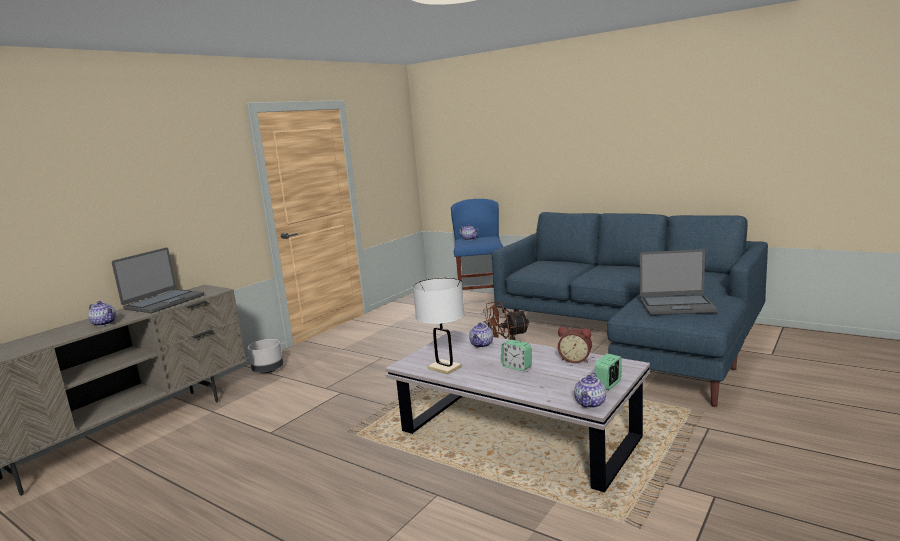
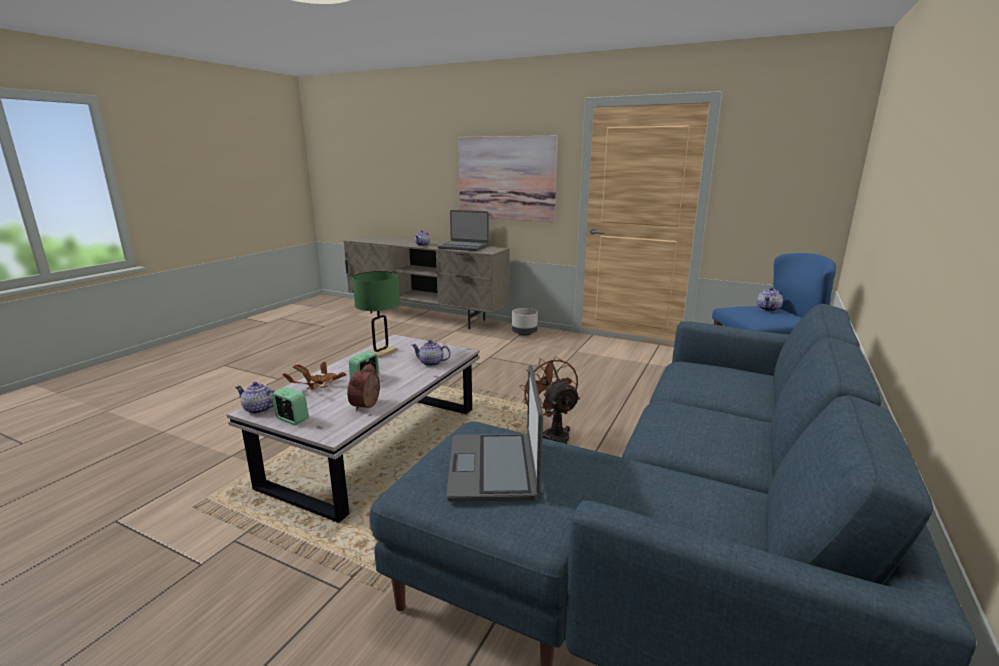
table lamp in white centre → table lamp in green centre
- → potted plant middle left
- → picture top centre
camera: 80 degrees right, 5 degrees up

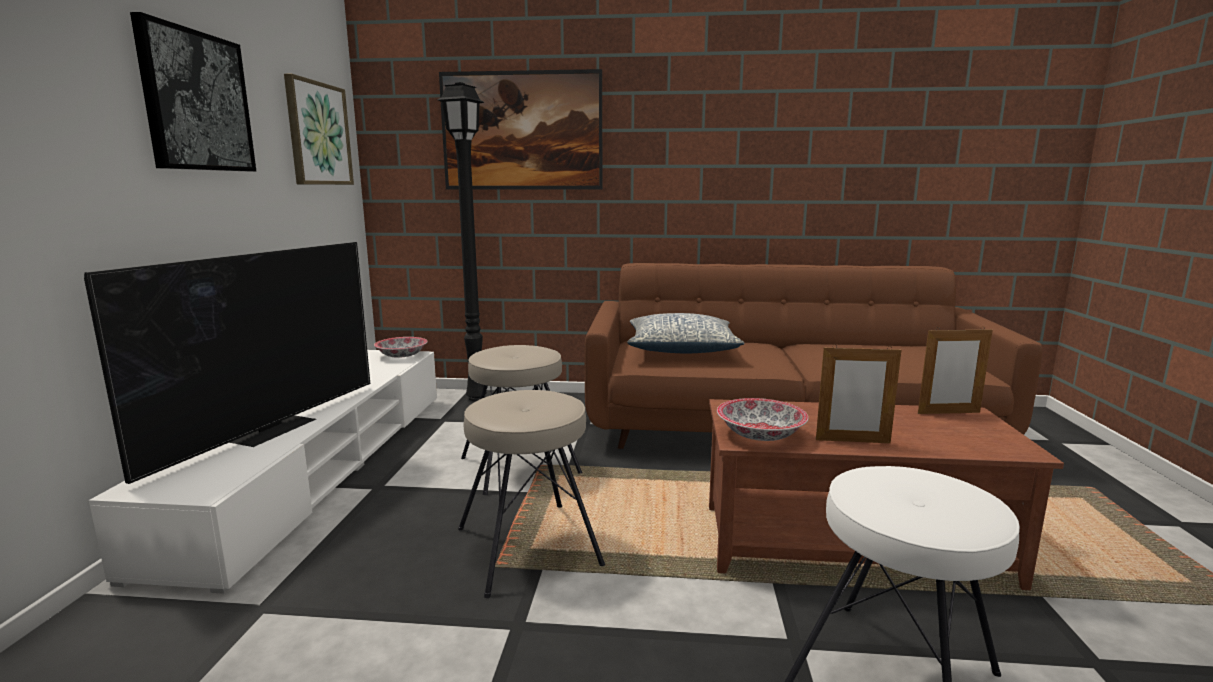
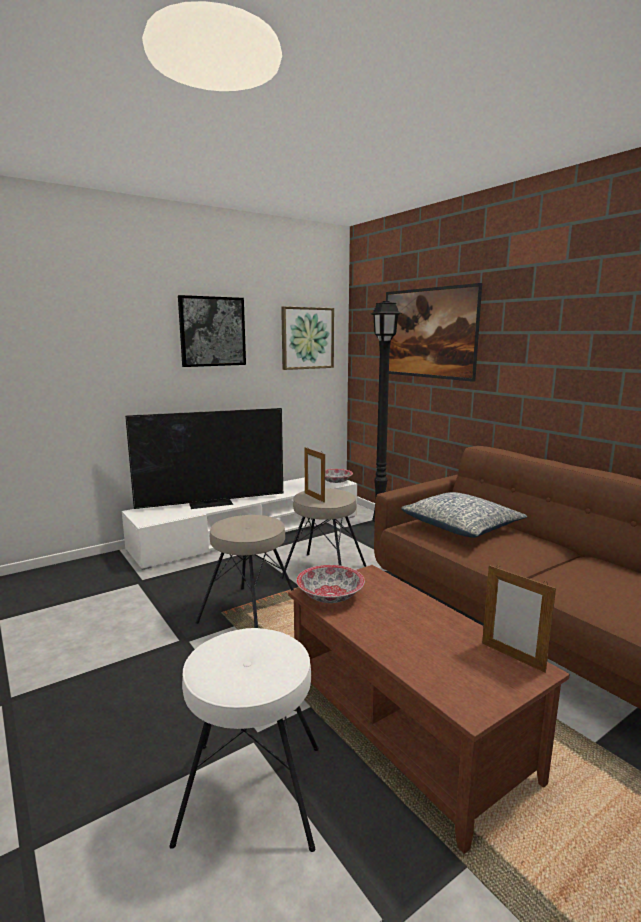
picture frame (no. 1 from left) middle right → picture frame (no. 1 from left) centre, relocated
camera: 50 degrees right, 0 degrees up

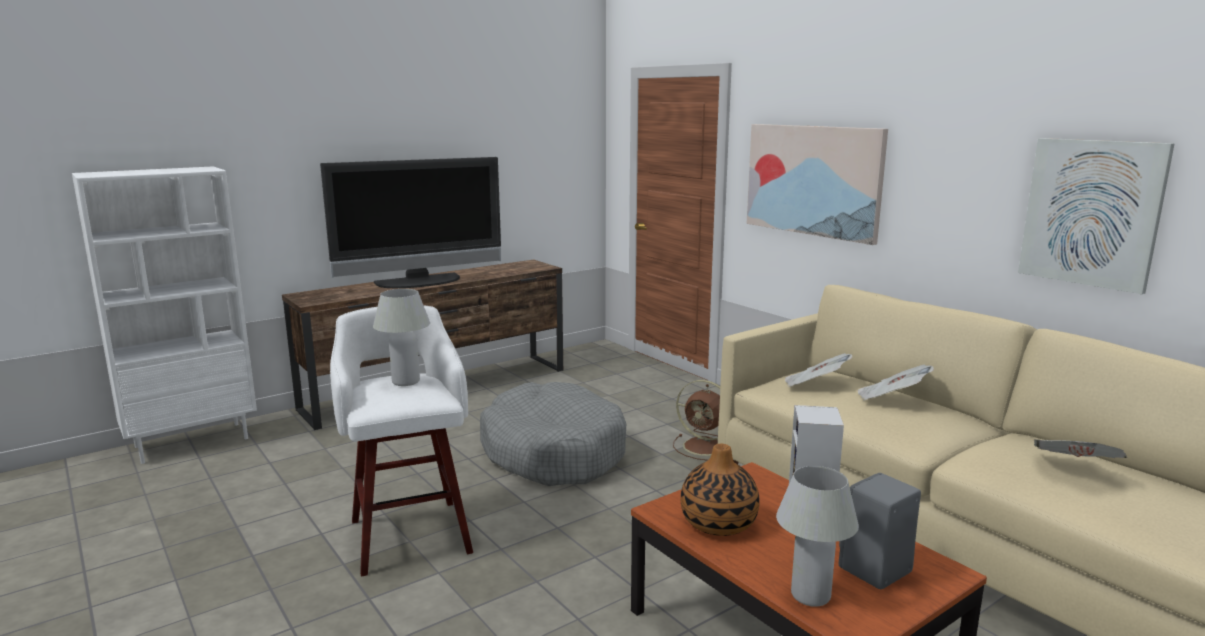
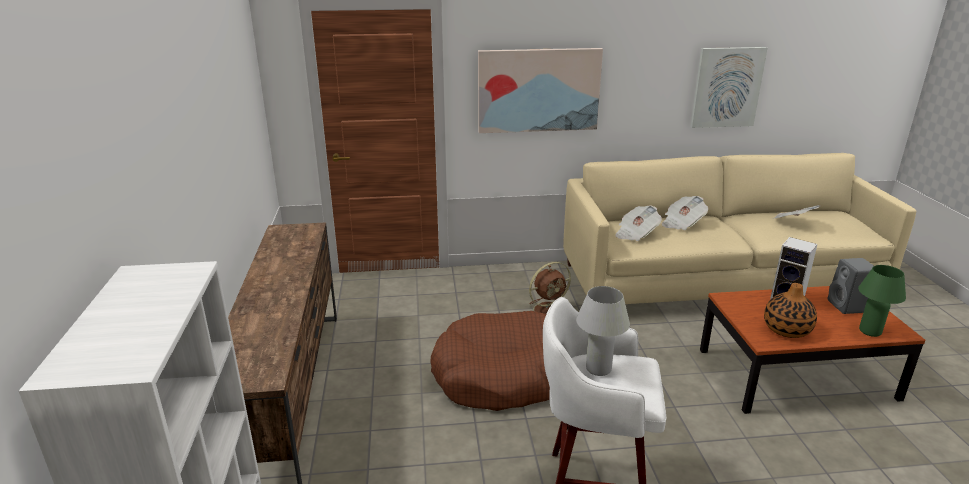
television centre → -
dog bed in grey bottom centre → dog bed in brown bottom centre
table lamp in white (no. 2 from left) bottom right → table lamp in green middle right
camera: 60 degrees left, 10 degrees up

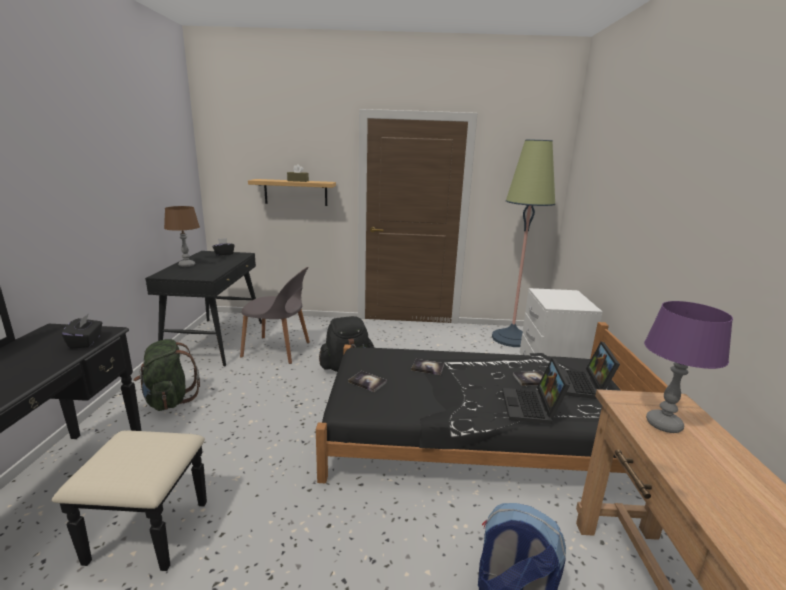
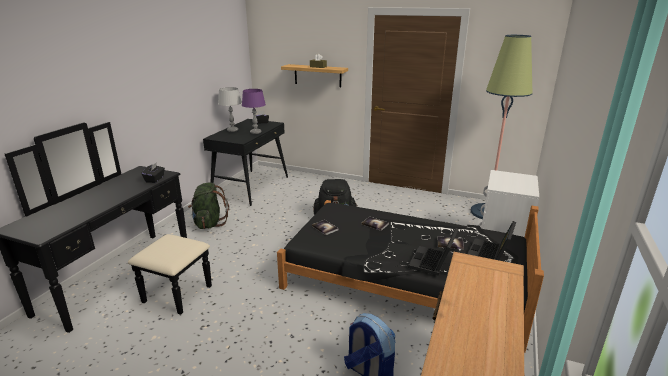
table lamp in brown middle left → table lamp in grey top centre
chair in grey centre → -
table lamp in purple middle right → table lamp in purple top centre, relocated
camera: 20 degrees right, 5 degrees up

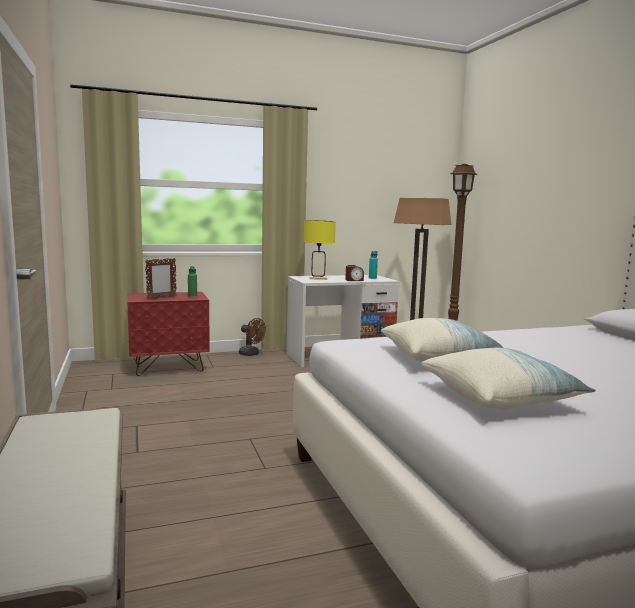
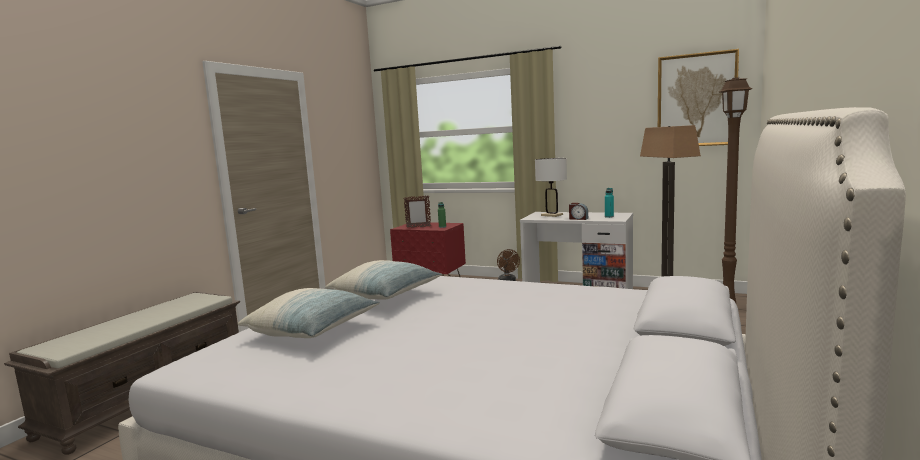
table lamp in yellow centre → table lamp in white centre
- → picture top right
camera: 45 degrees right, 0 degrees up

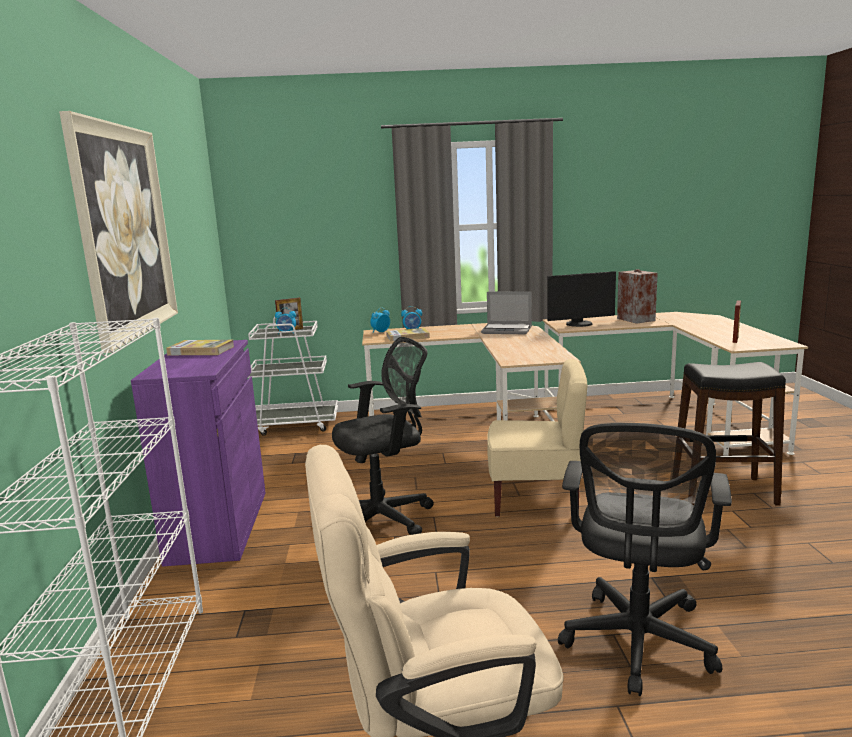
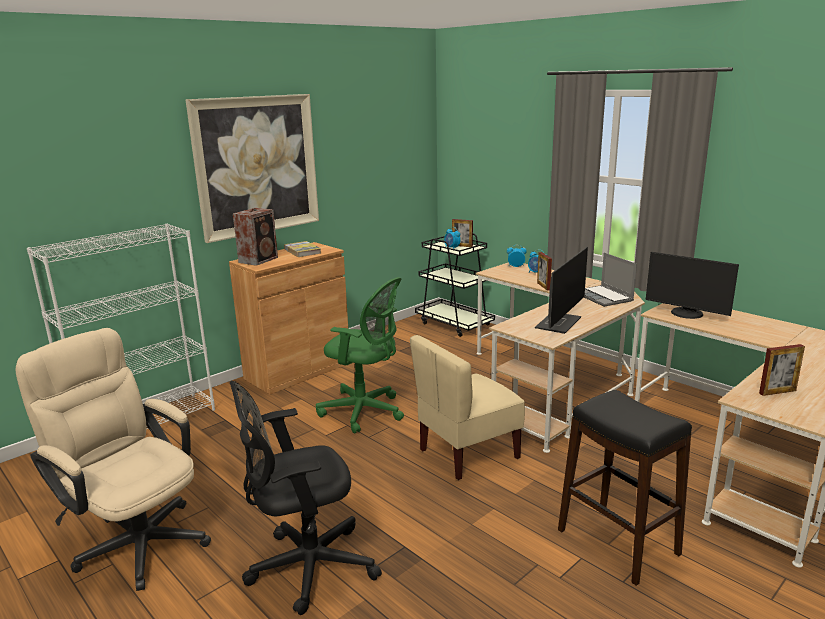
cabinet in purple middle left → cabinet in brown centre
cart in white centre → cart in black centre
office chair in black (no. 1 from left) centre → office chair in green centre
book (no. 2 from left) centre → -
chair in beige centre, 90 degrees clockwise
speaker middle right → speaker middle left, relocated
- → monitor (no. 1 from left) middle right
- → picture frame (no. 2 from left) centre
camera: 50 degrees right, 5 degrees up

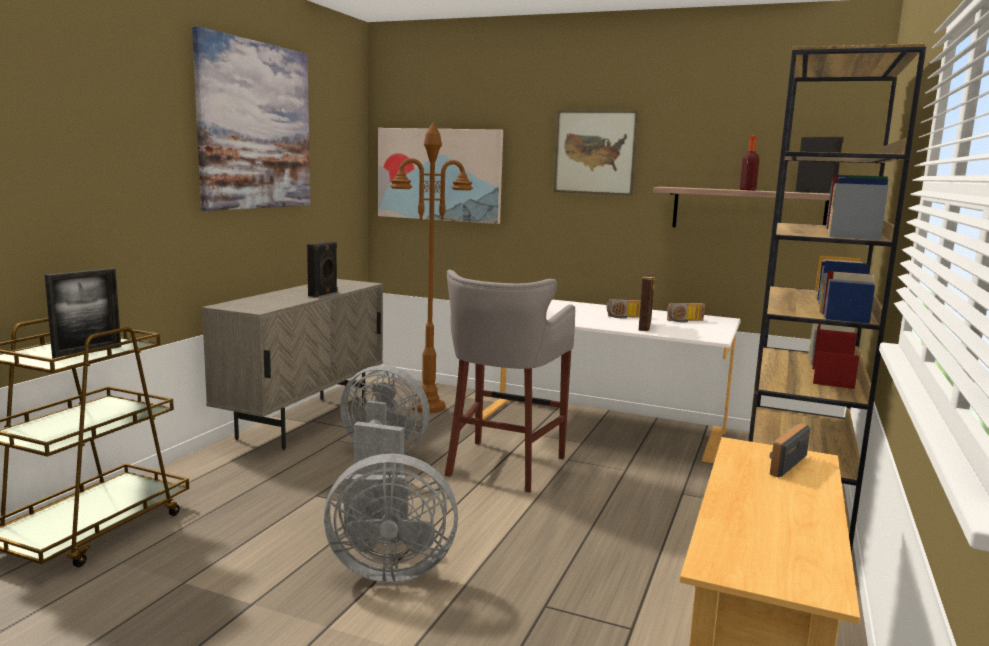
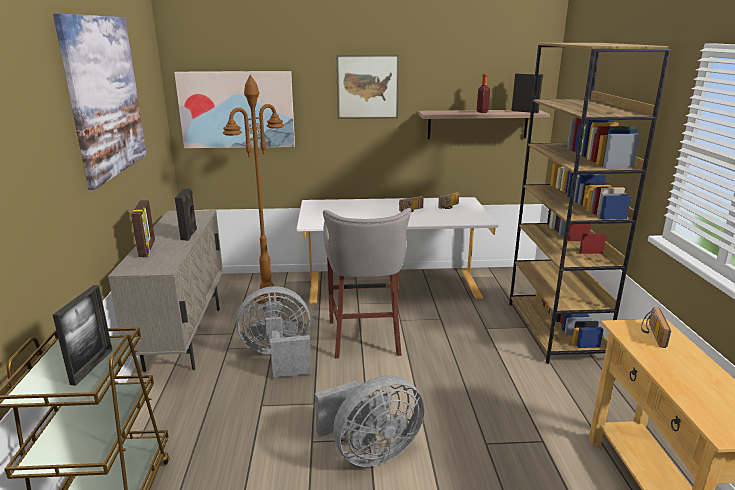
picture frame (no. 2 from left) centre → picture frame (no. 2 from left) middle left, relocated
camera: 25 degrees left, 10 degrees up

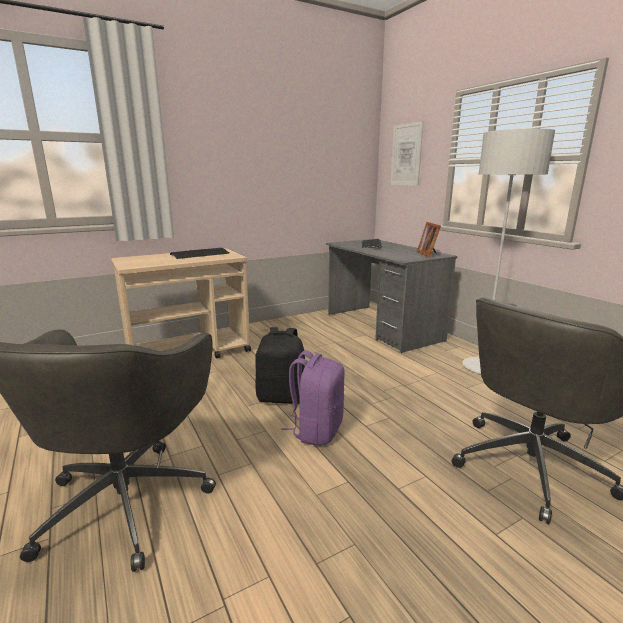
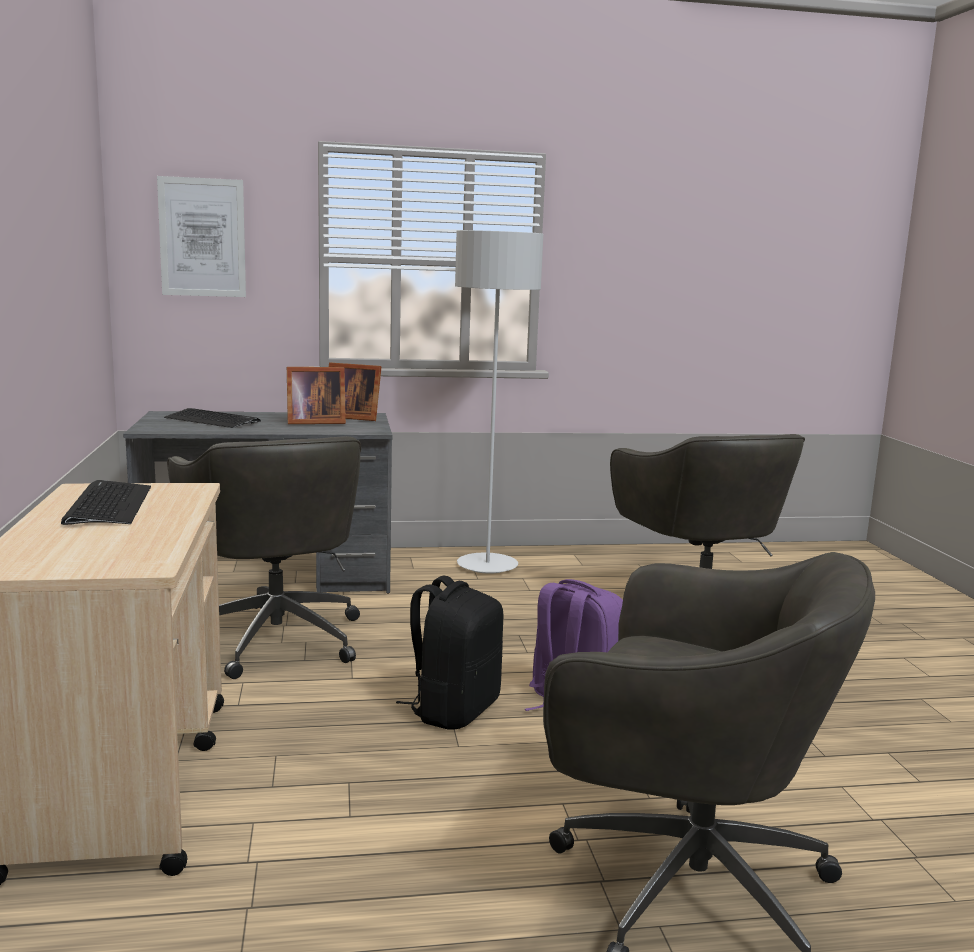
- → office chair in grey (no. 1 from left) middle left
- → picture frame (no. 1 from left) middle left
camera: 70 degrees left, 5 degrees down

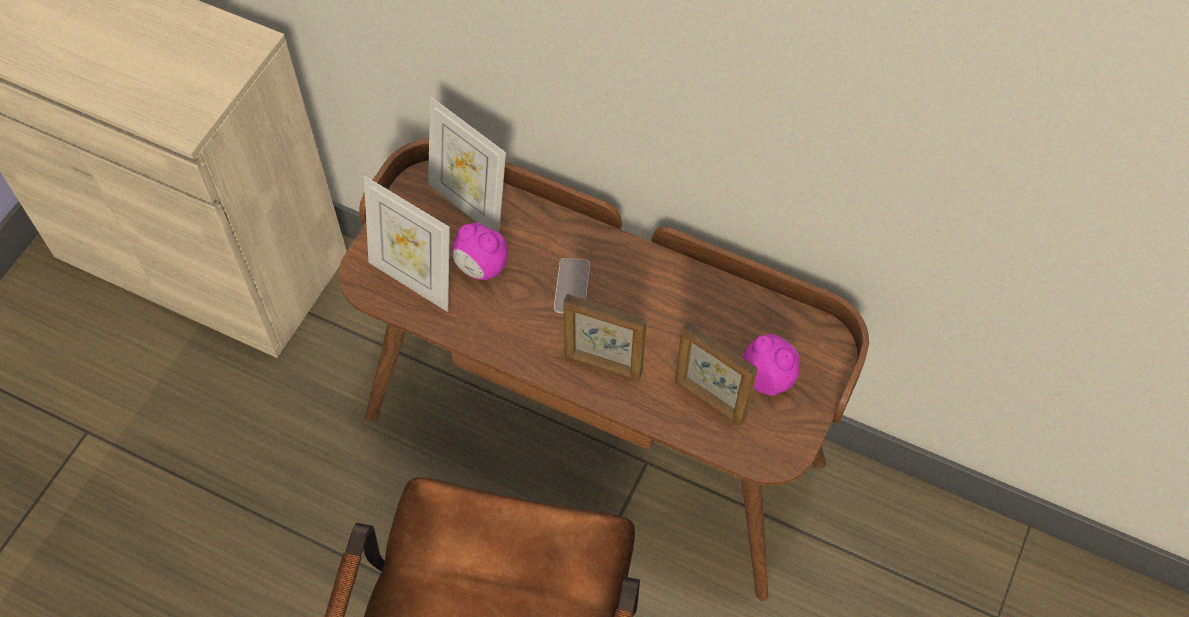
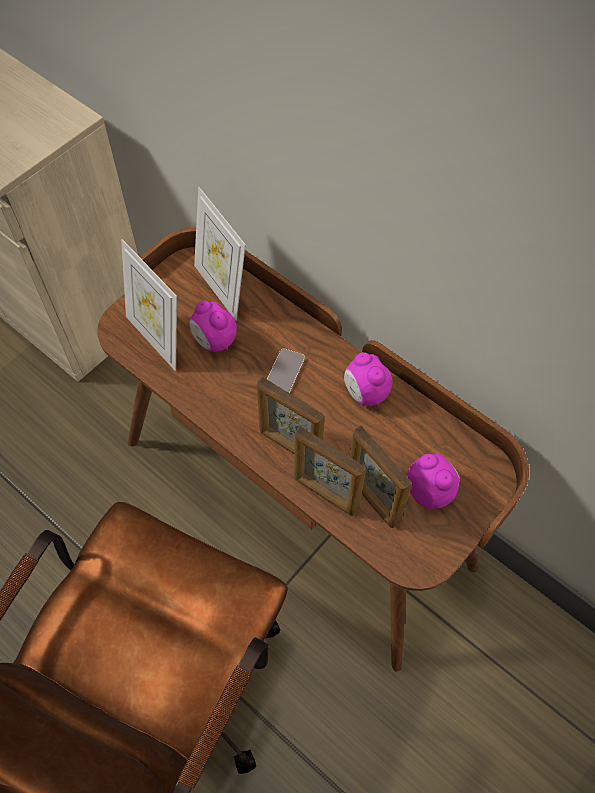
- → picture frame (no. 4 from left) centre
- → alarm clock (no. 2 from left) centre
camera: 15 degrees right, 0 degrees up

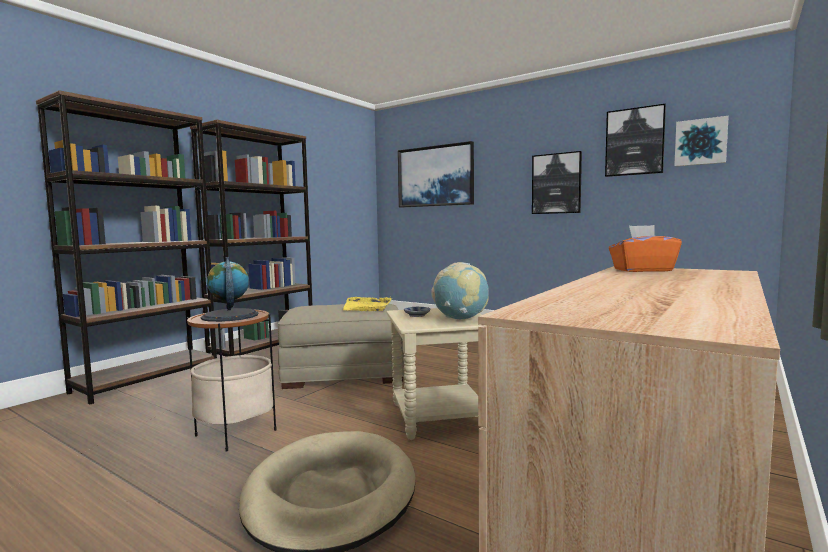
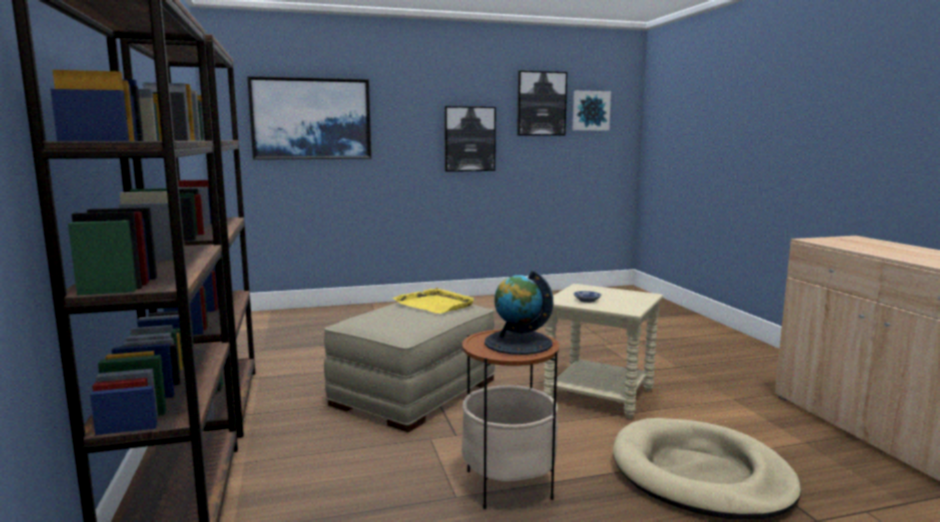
globe (no. 2 from left) centre → -
tissue box in orange middle right → -
camera: 50 degrees left, 5 degrees up

